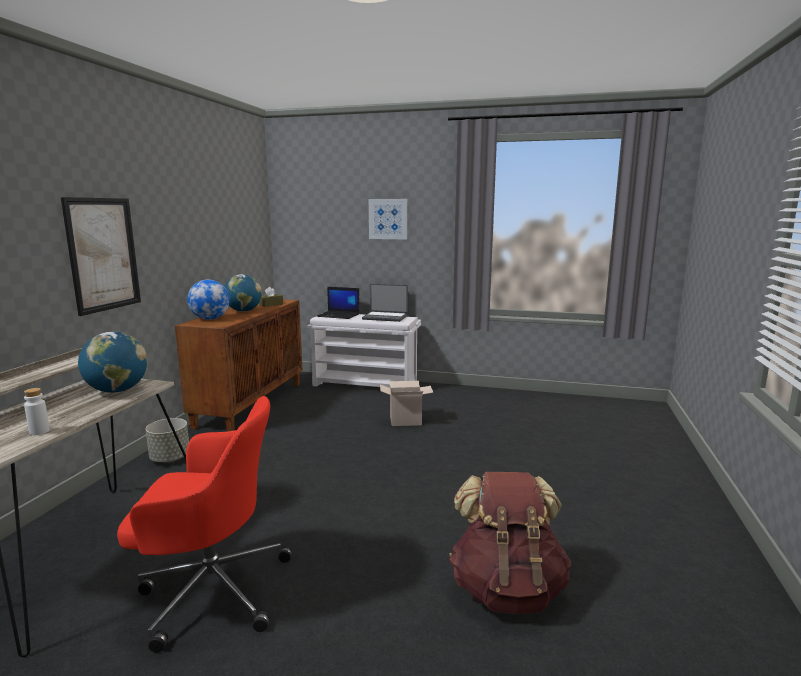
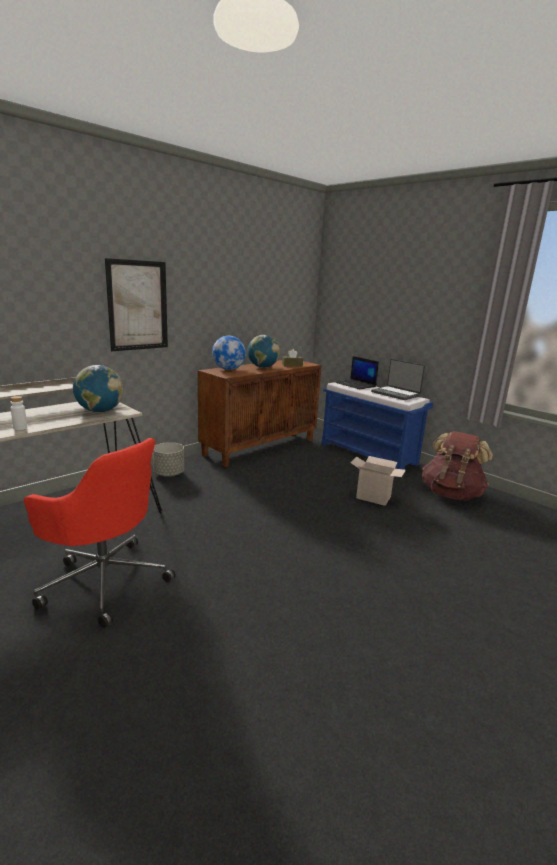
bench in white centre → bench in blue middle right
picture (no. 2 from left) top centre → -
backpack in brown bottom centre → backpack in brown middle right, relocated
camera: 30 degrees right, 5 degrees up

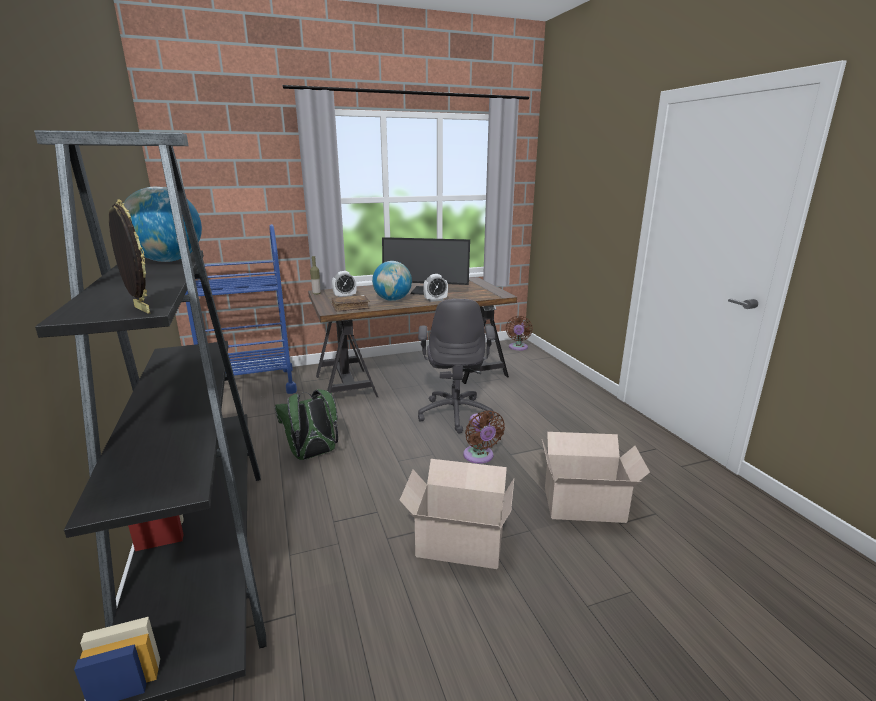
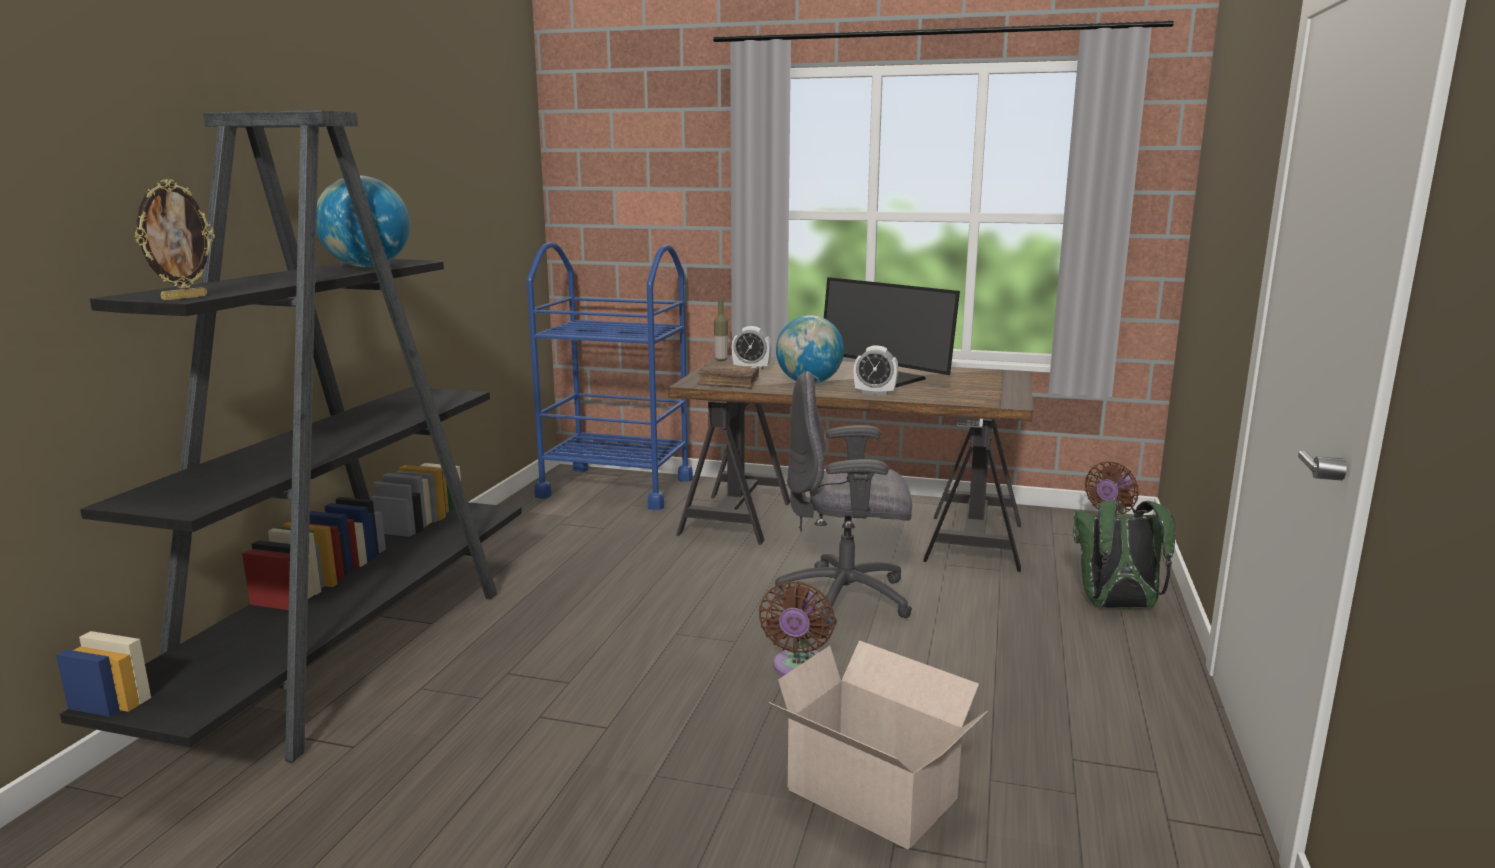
picture frame middle left → picture frame top left, 45 degrees clockwise
backpack in green centre → backpack in green middle right, relocated
cardboard box (no. 1 from left) bottom centre → -
office chair in grey centre, 60 degrees clockwise
camera: 35 degrees right, 5 degrees down

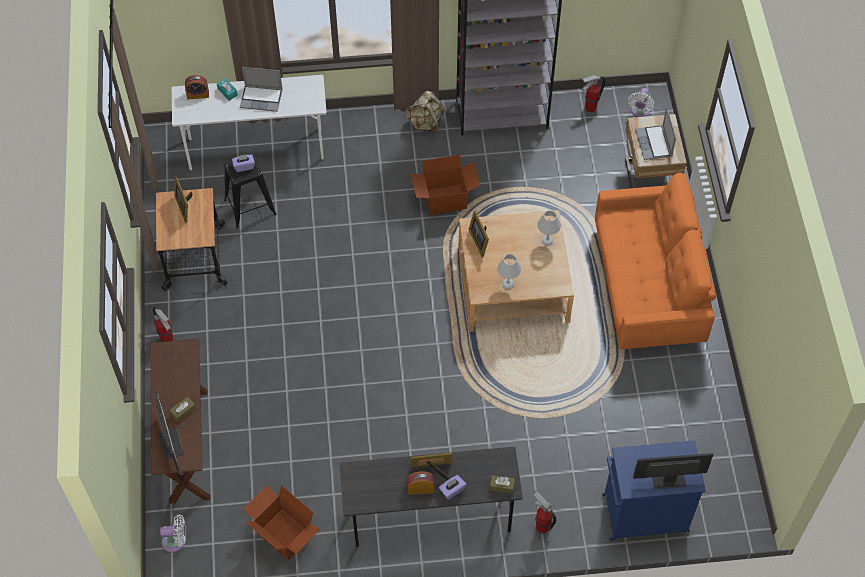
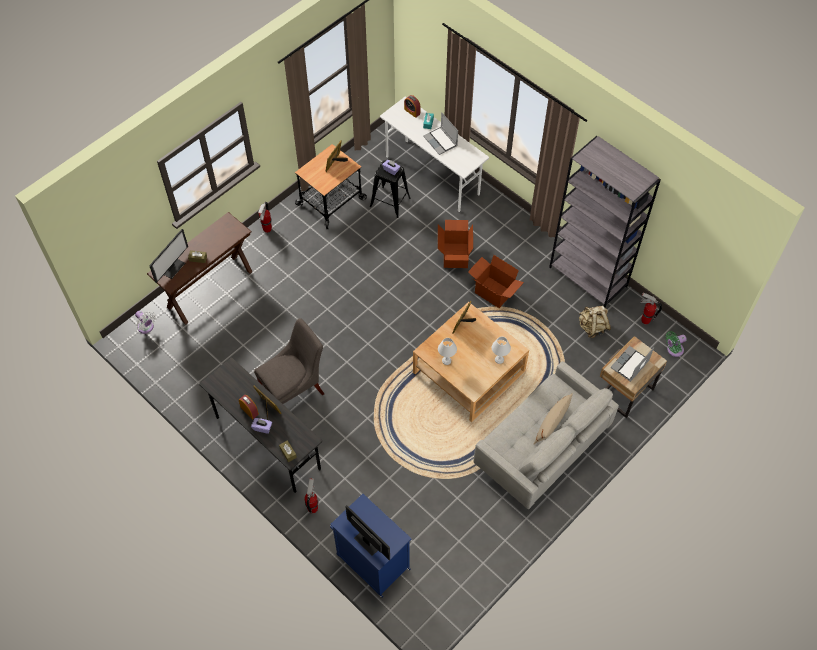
cardboard box (no. 1 from left) bottom left → cardboard box (no. 1 from left) centre, relocated
backpack in beige top centre → backpack in beige middle right, relocated
sofa in orange middle right → sofa in grey bottom right
fan in white (no. 2 from left) top right → fan in green middle right
- → chair in grey centre
- → pillow in beige middle right
camera: 50 degrees right, 0 degrees up

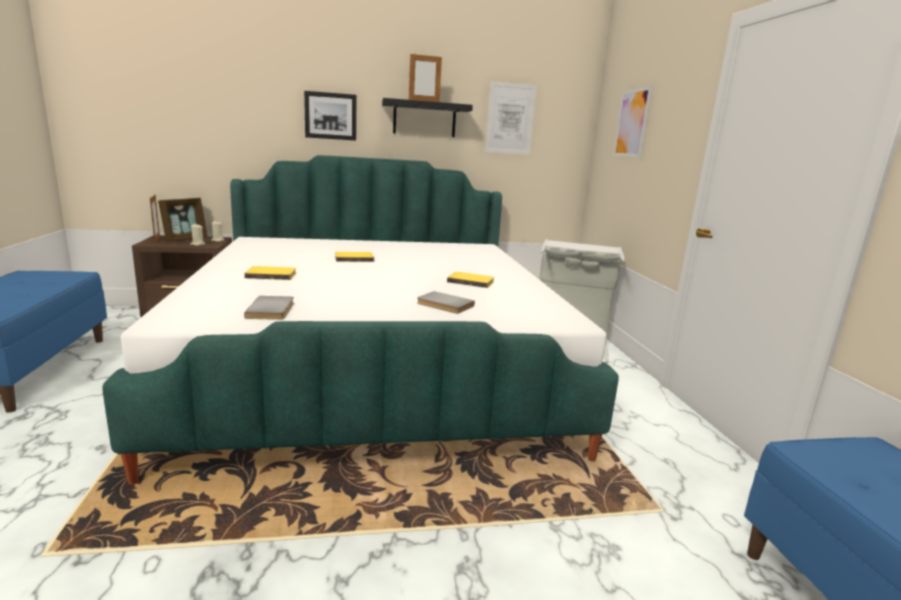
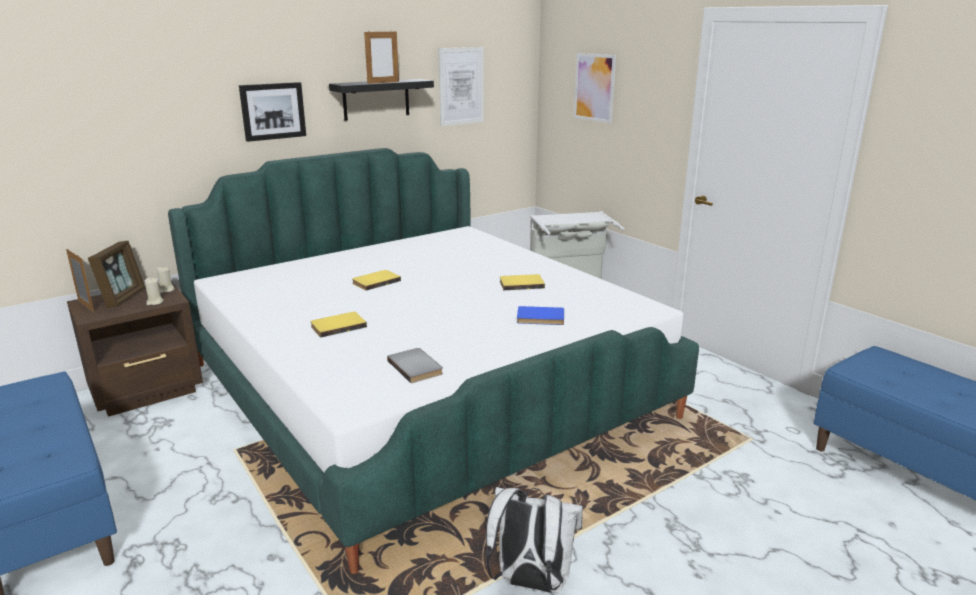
book in grey (no. 2 from left) centre → book in blue centre
- → backpack in white bottom centre
camera: 25 degrees left, 5 degrees up

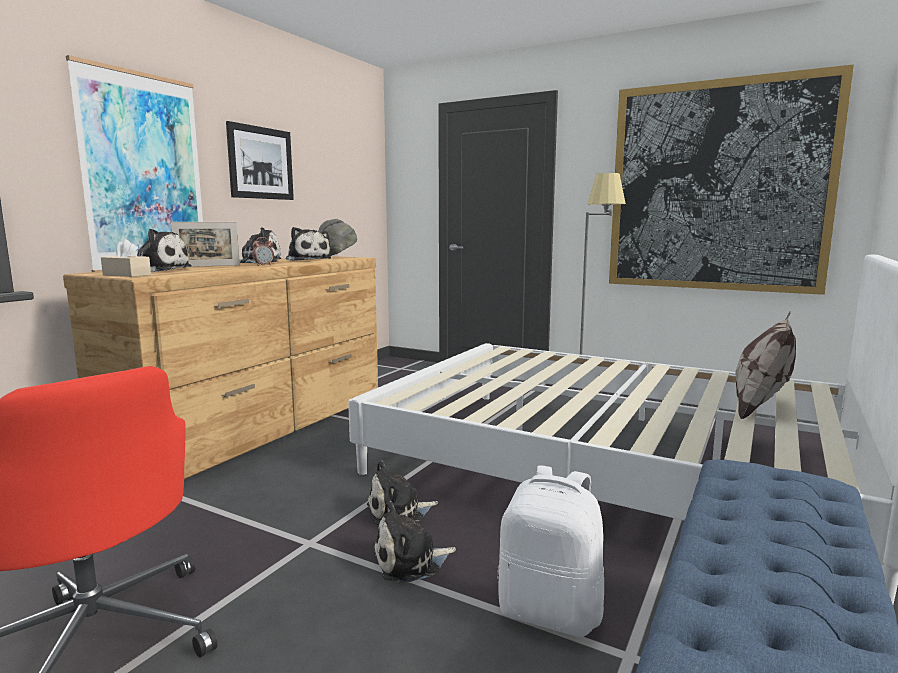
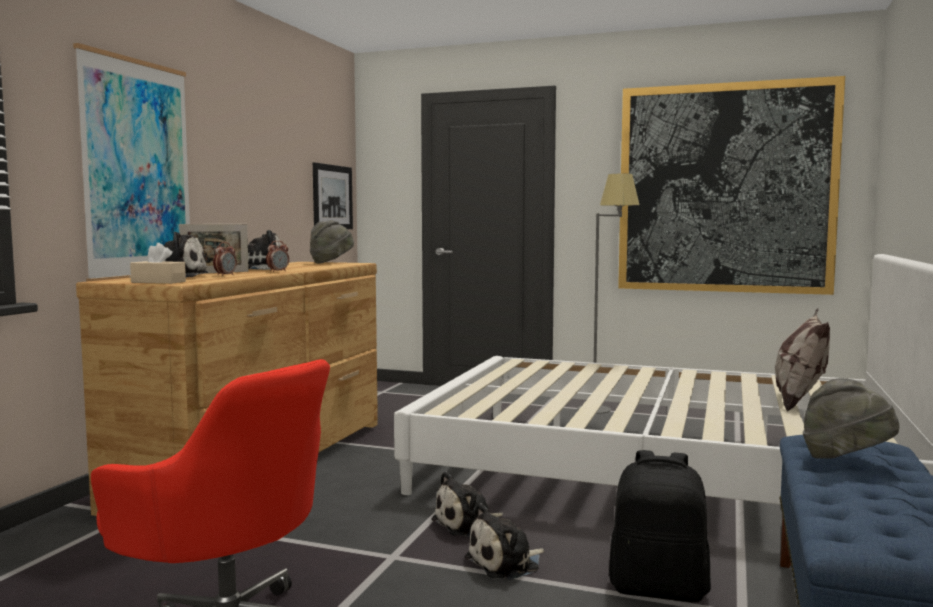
picture (no. 2 from left) top left → picture (no. 2 from left) top centre, relocated
plush toy (no. 3 from left) centre → -
backpack in white bottom centre → backpack in black bottom right
- → alarm clock (no. 1 from left) middle left
- → hat in grey (no. 2 from left) bottom right
camera: 10 degrees left, 5 degrees down

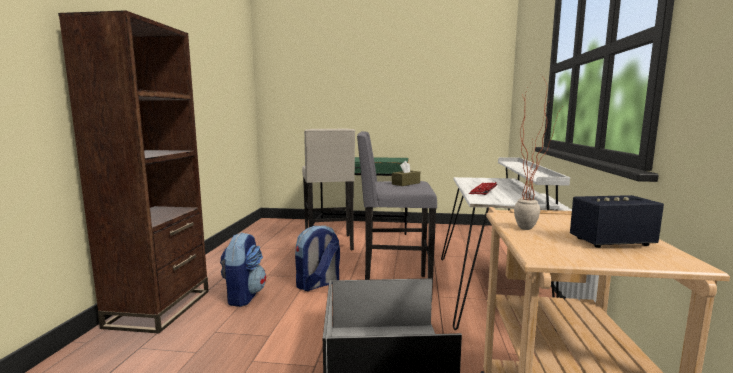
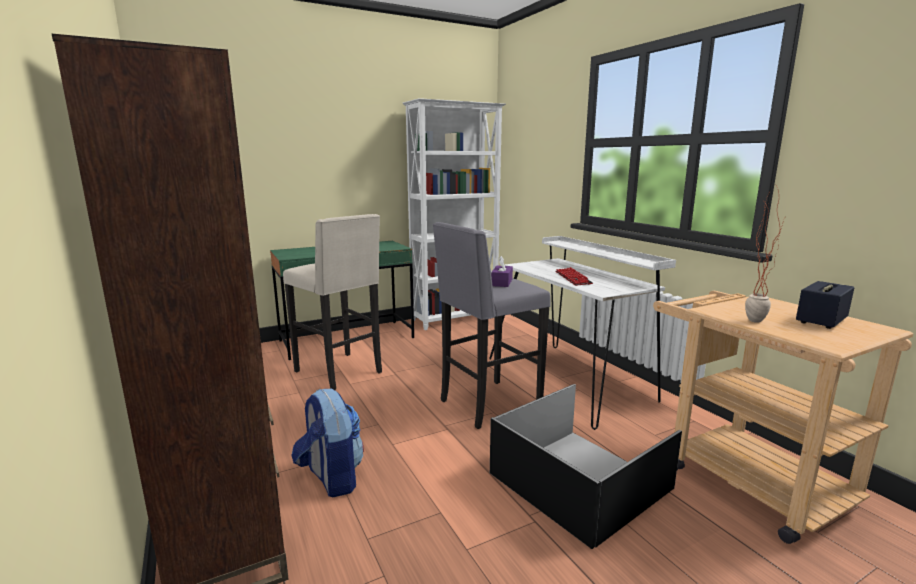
backpack (no. 2 from left) bottom centre → -
tissue box in brown centre → tissue box in purple centre
- → bookcase in white centre
camera: 35 degrees left, 5 degrees up

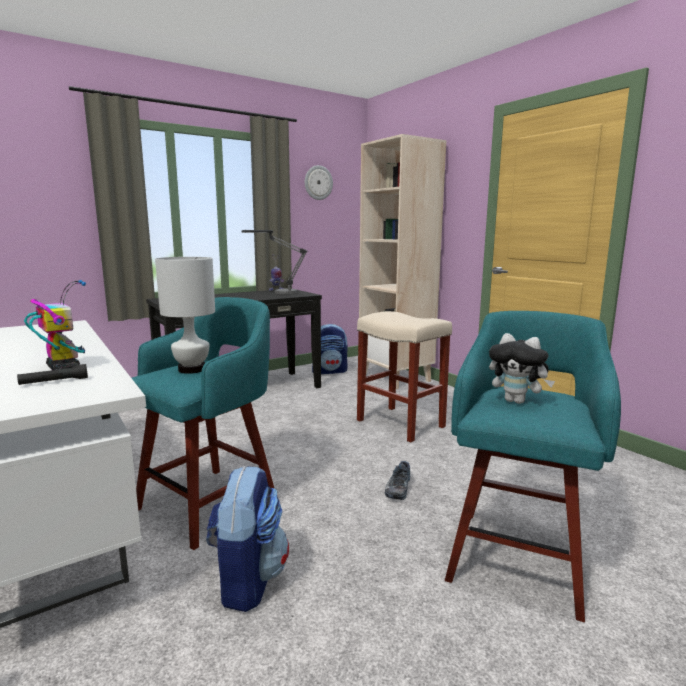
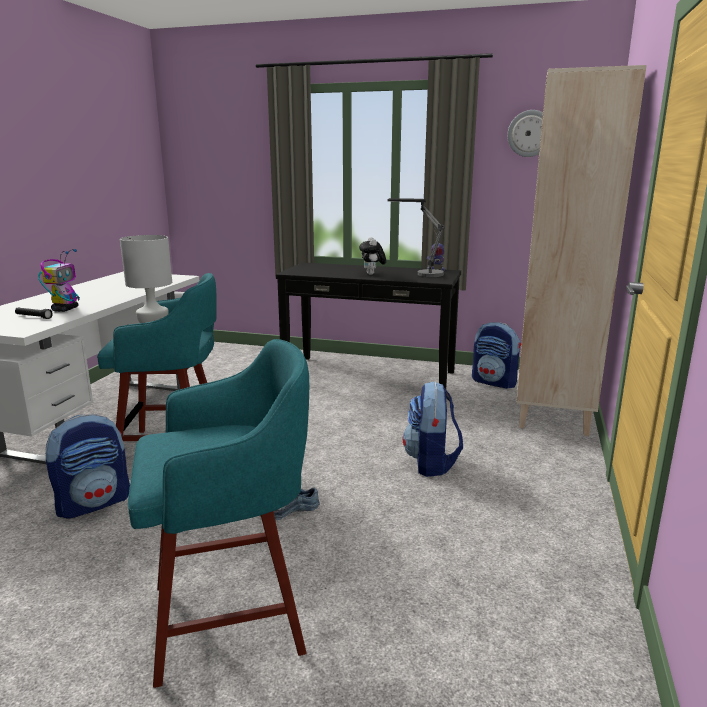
stool in beige centre → backpack (no. 2 from left) centre
plush toy middle right → plush toy centre, relocated
camera: 50 degrees right, 5 degrees up

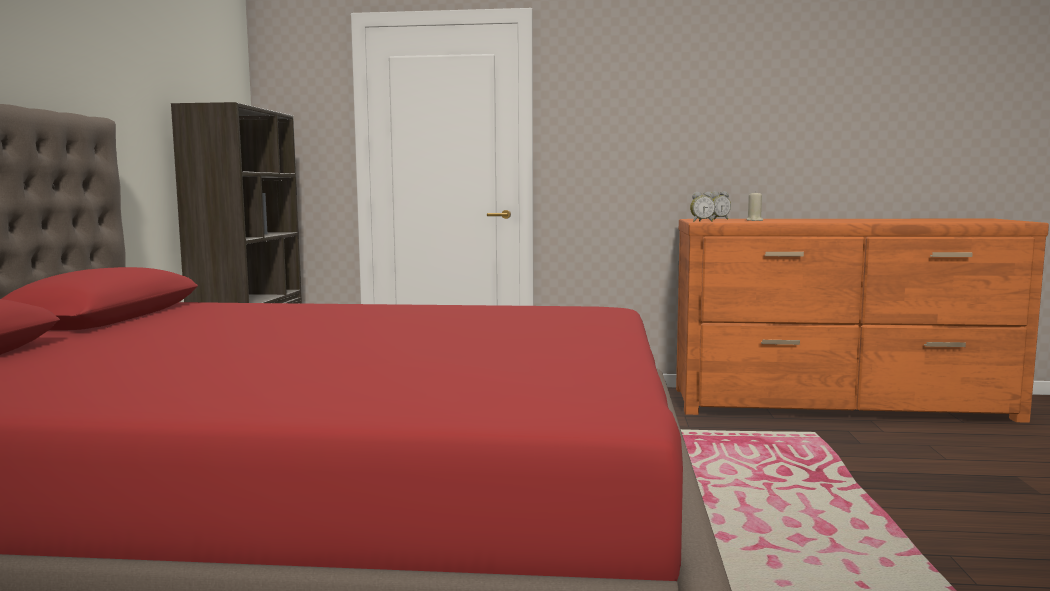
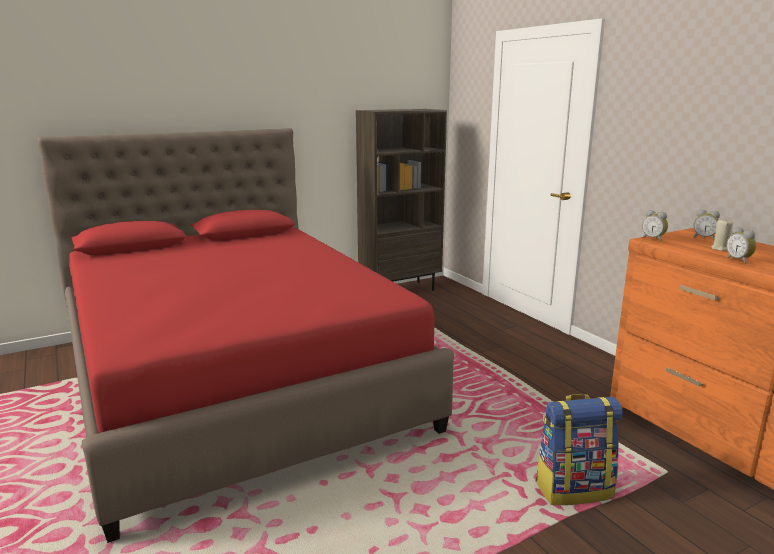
- → backpack bottom right
- → alarm clock (no. 3 from left) middle right
camera: 55 degrees right, 10 degrees up

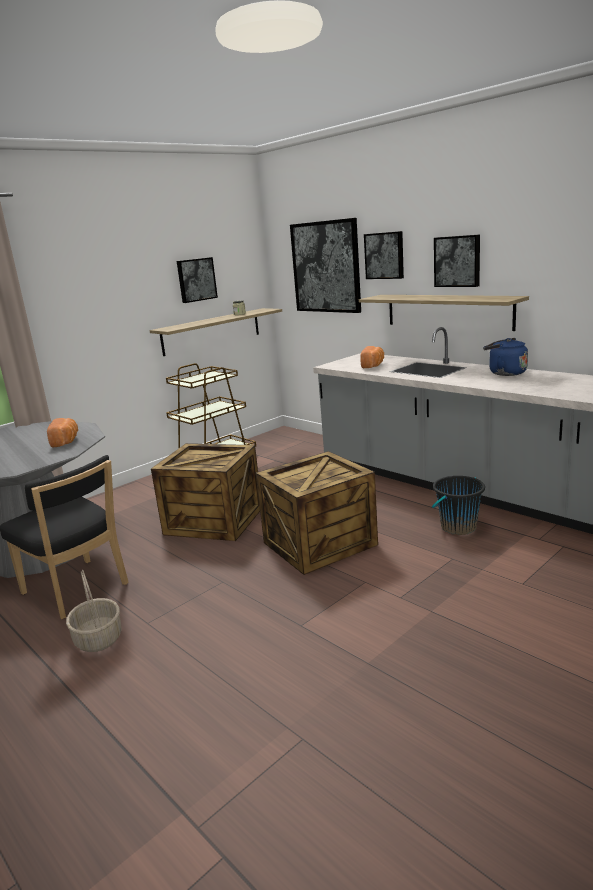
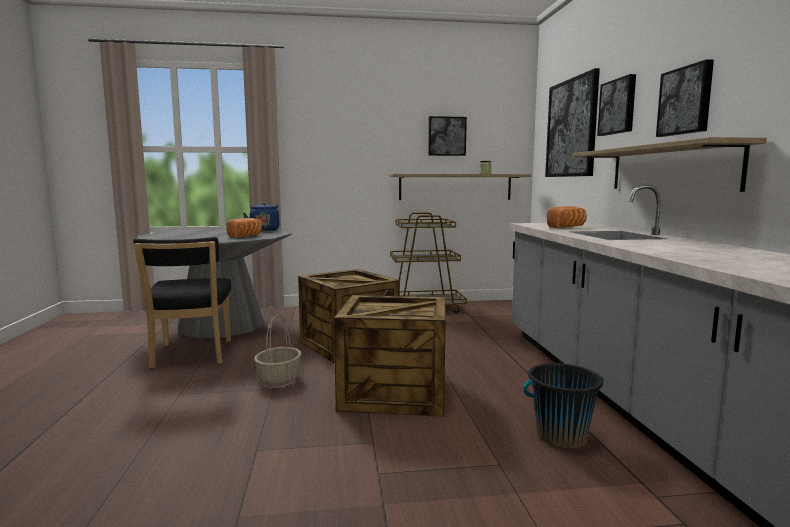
basket bottom left → basket centre, relocated
kettle in blue middle right → kettle in blue middle left, relocated
camera: 35 degrees right, 10 degrees down

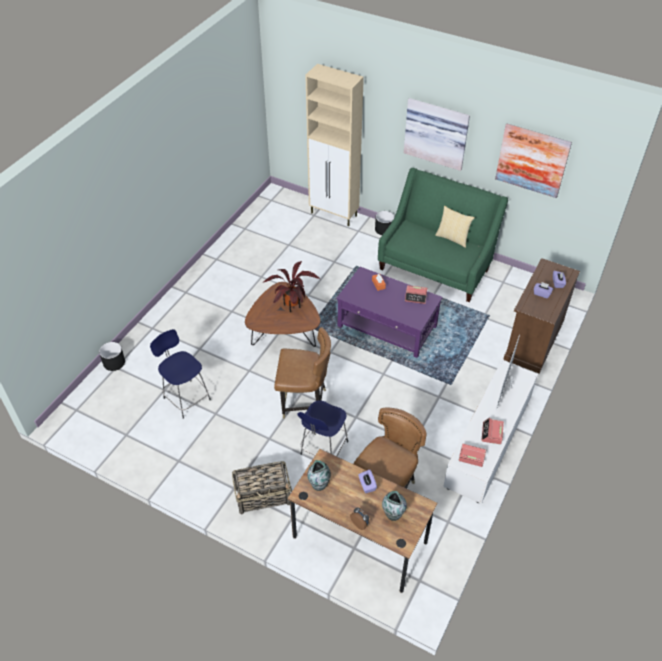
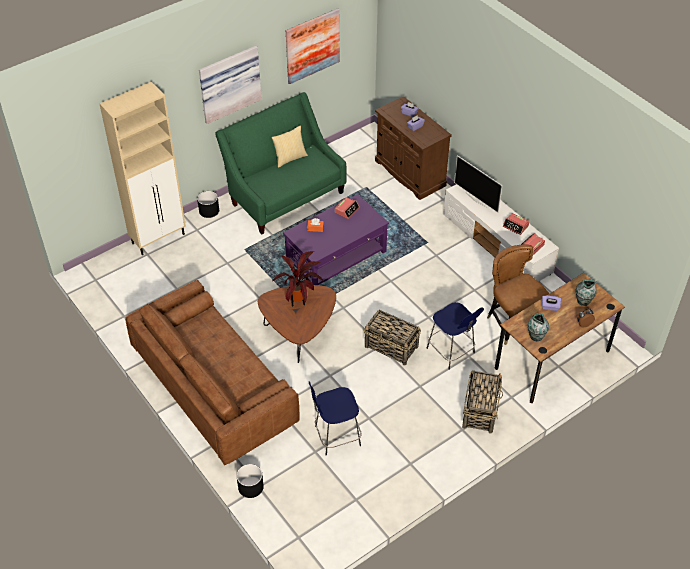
chair in brown (no. 1 from left) centre → basket (no. 1 from left) centre
- → sofa in brown middle left
camera: 65 degrees left, 0 degrees up

